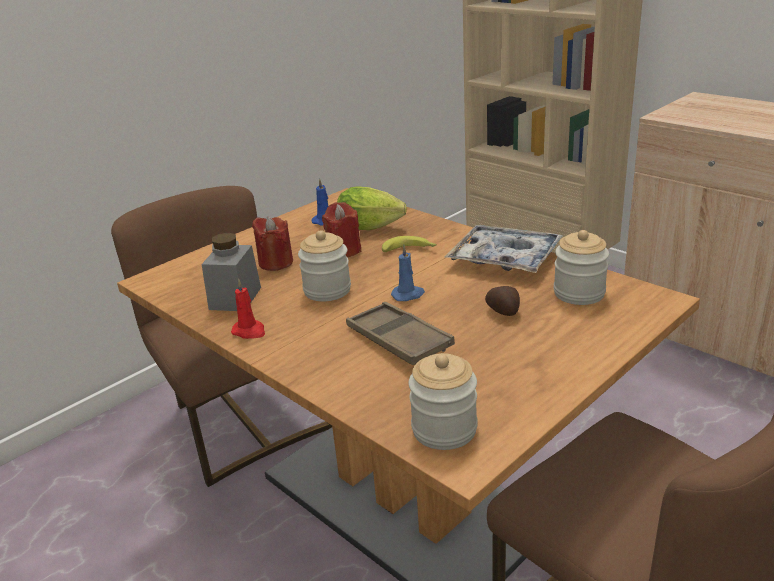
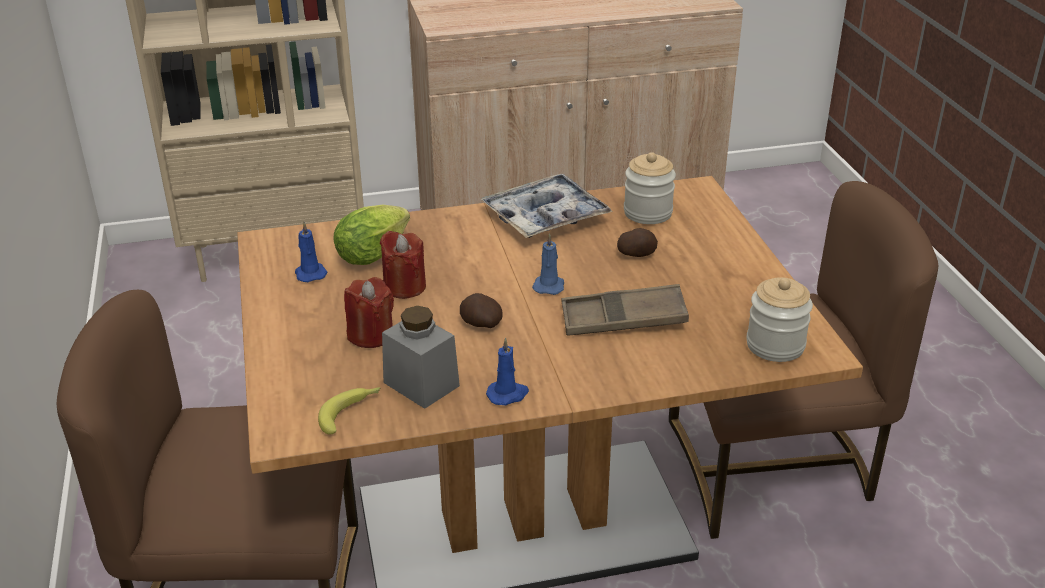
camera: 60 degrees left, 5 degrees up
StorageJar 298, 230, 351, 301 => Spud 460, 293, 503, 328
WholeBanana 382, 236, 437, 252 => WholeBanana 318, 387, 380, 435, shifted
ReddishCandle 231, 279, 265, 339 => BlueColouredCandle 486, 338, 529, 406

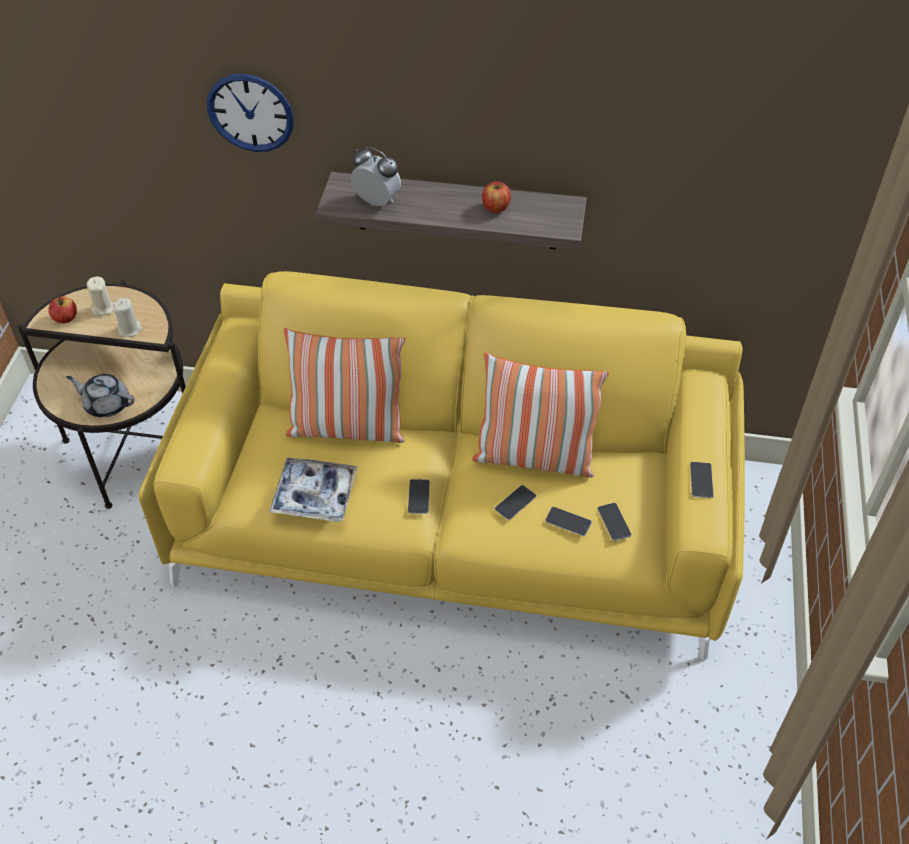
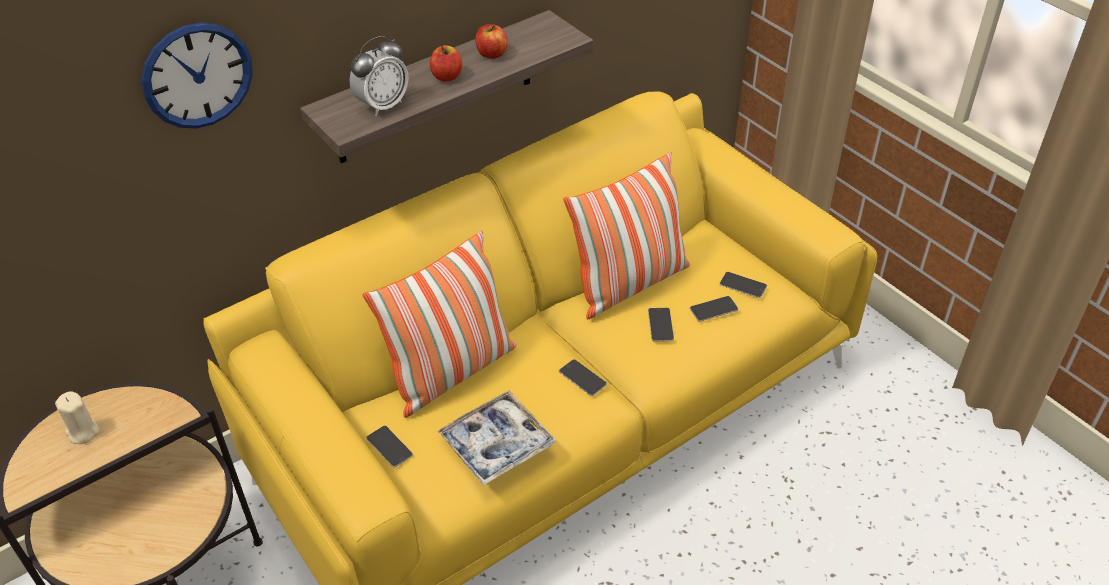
camera: 45 degrees left, 5 degrees down
AlarmClock 351, 146, 401, 206 => AlarmClock 349, 36, 409, 116, 150 degrees clockwise
AppleFruit 48, 296, 77, 324 => AppleFruit 430, 45, 462, 82, shifted
SandColouredCandle 113, 298, 142, 337 => nothing
GreyishTeapot 66, 374, 135, 418 => nothing
Phone 690, 462, 714, 498 => Phone 366, 426, 413, 467, shifted

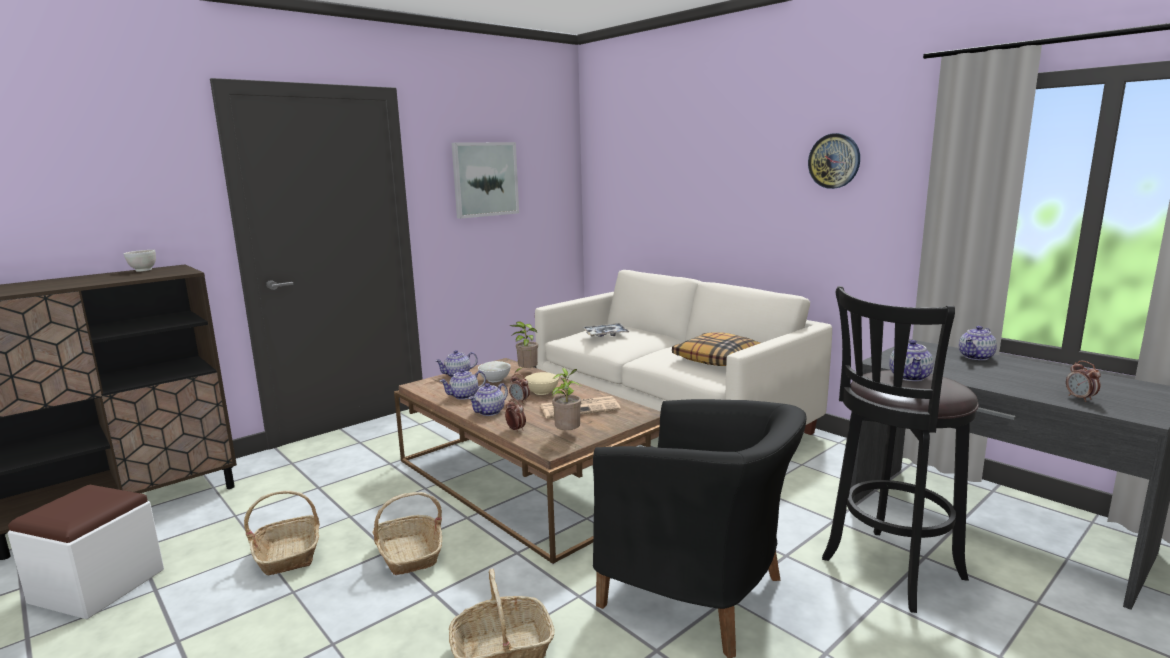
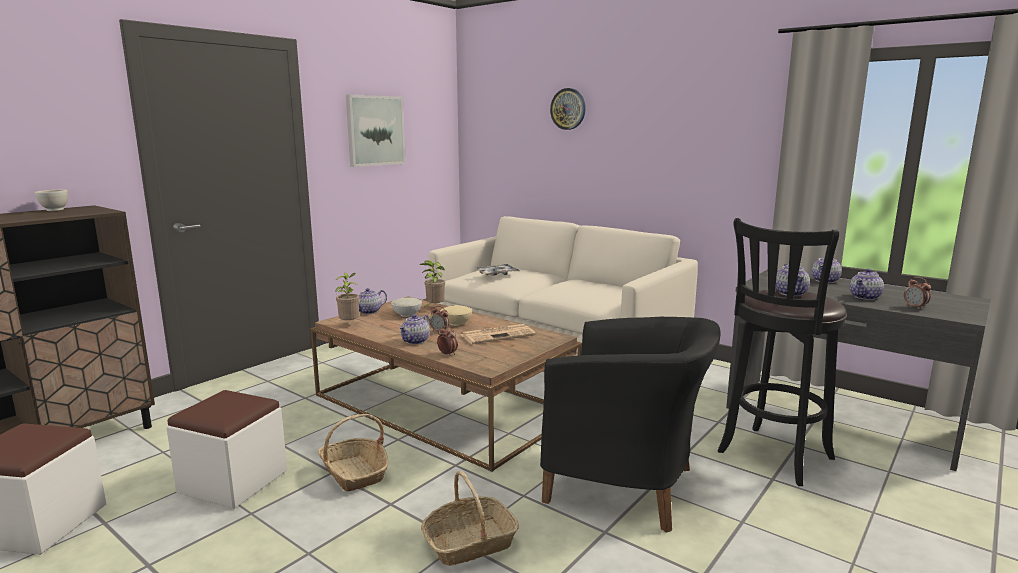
camera: 10 degrees left, 0 degrees up
ClockOnTheWall 808, 133, 860, 189 => ClockOnTheWall 550, 88, 586, 130, shifted
ThrowPillow 672, 332, 760, 366 => nothing
Houseplant 552, 368, 581, 430 => Houseplant 335, 273, 359, 321, shifted
Teapot 440, 369, 486, 400 => Teapot 850, 269, 884, 300, shifted
Basket 244, 491, 320, 576 => WhiteColouredPouffe 167, 390, 287, 509

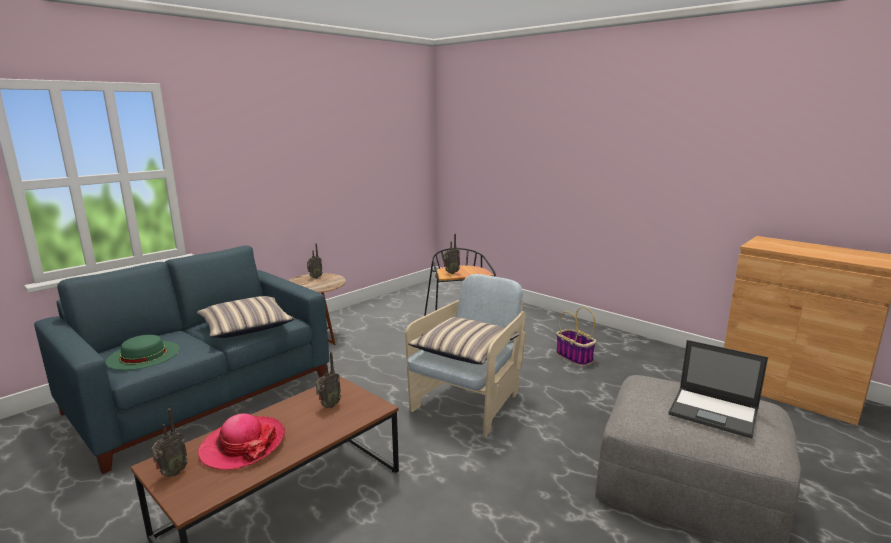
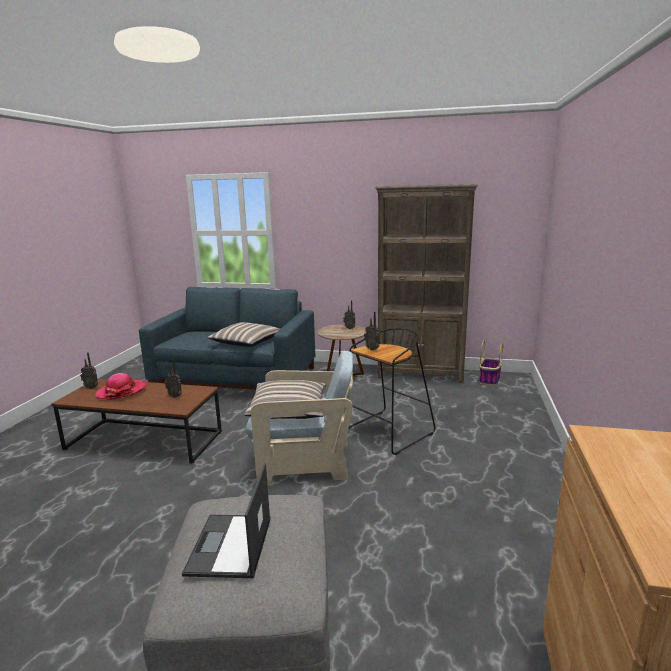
camera: 60 degrees right, 0 degrees up
Basket 556, 307, 596, 366 => Basket 479, 340, 503, 385, shifted
GreenClothingHat 106, 335, 180, 370 => nothing
nothing => BrownishBookcase 375, 184, 478, 383

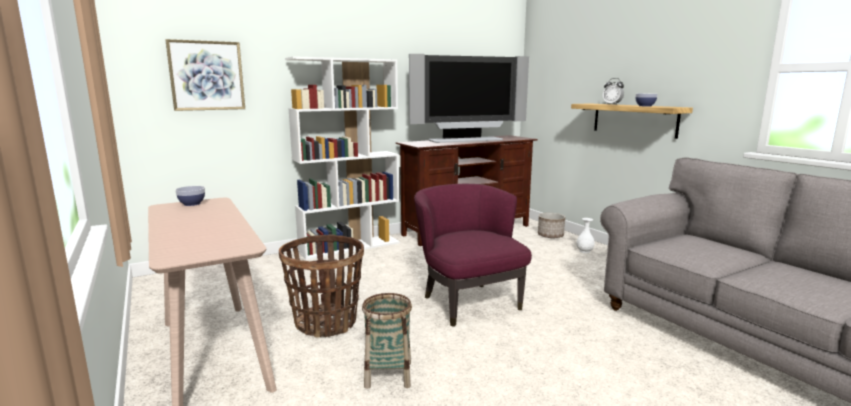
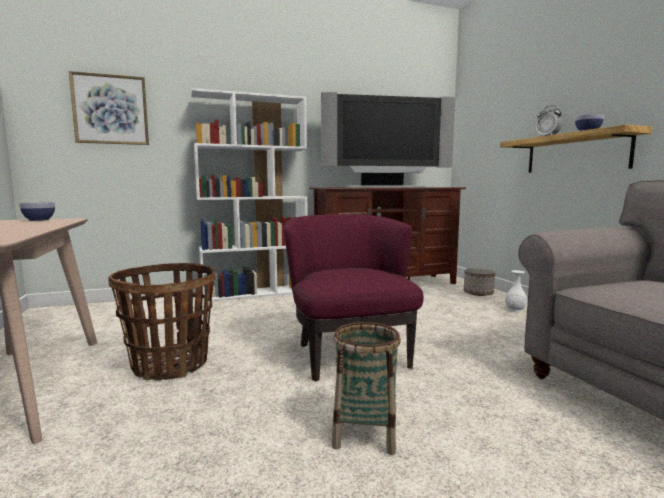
camera: 10 degrees right, 5 degrees down
Basket 362, 293, 412, 389 => Basket 332, 322, 401, 455, shifted

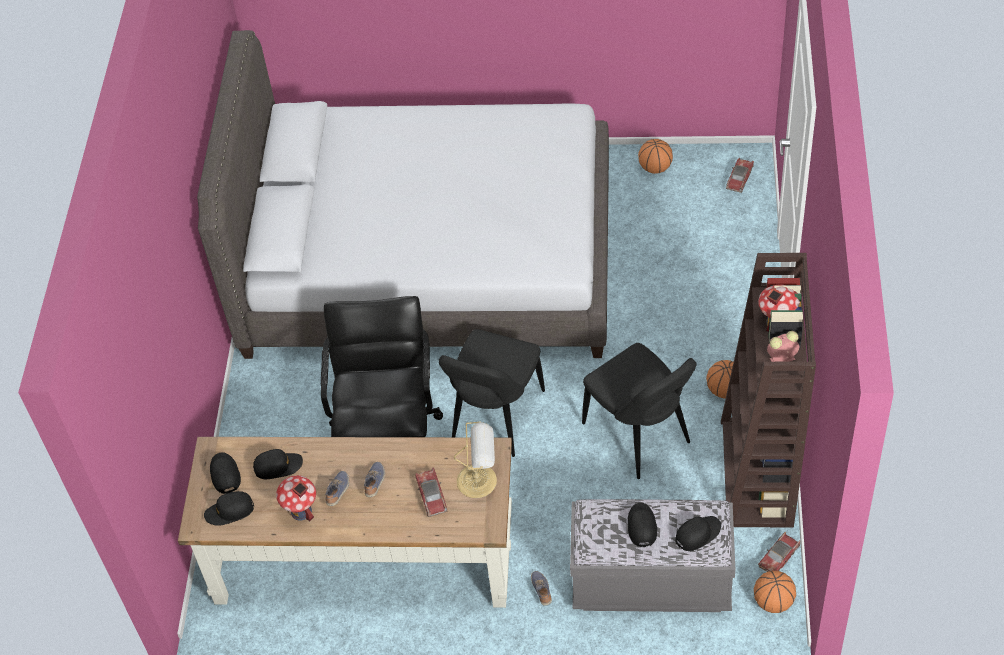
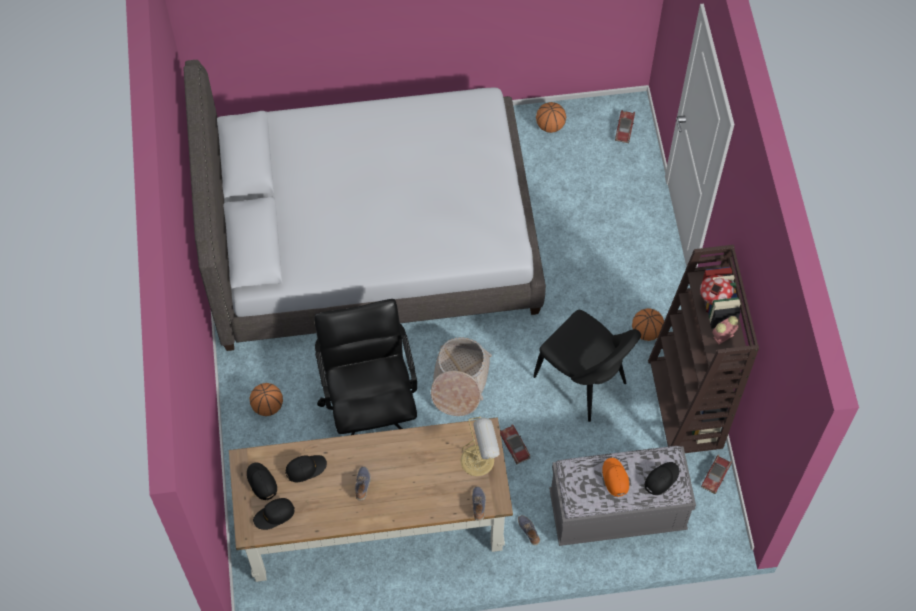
camera: 15 degrees left, 10 degrees up
BlackUprightChair 439, 329, 545, 457 => Basket 431, 337, 492, 416
Shoe 364, 462, 385, 497 => Shoe 472, 486, 486, 521, shifted
ToyCar 415, 468, 447, 517 => ToyCar 500, 424, 531, 464, shifted
ToyHouse 276, 475, 316, 521 => nothing
BlackPeakedCap 628, 503, 657, 548 => OrangeColouredPeakedCap 602, 458, 629, 497
BasketballBall 754, 571, 796, 613 => BasketballBall 250, 383, 283, 416, shifted

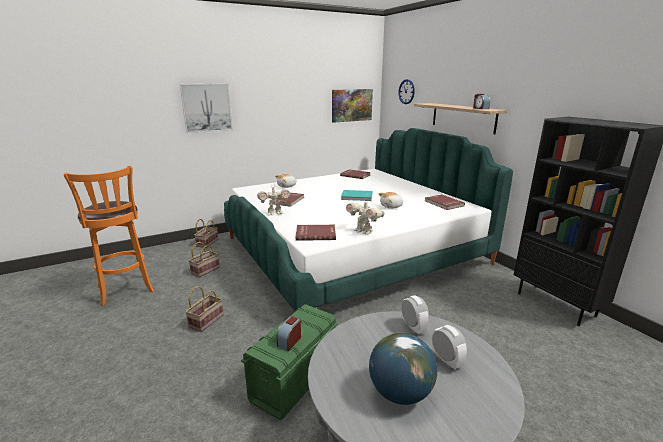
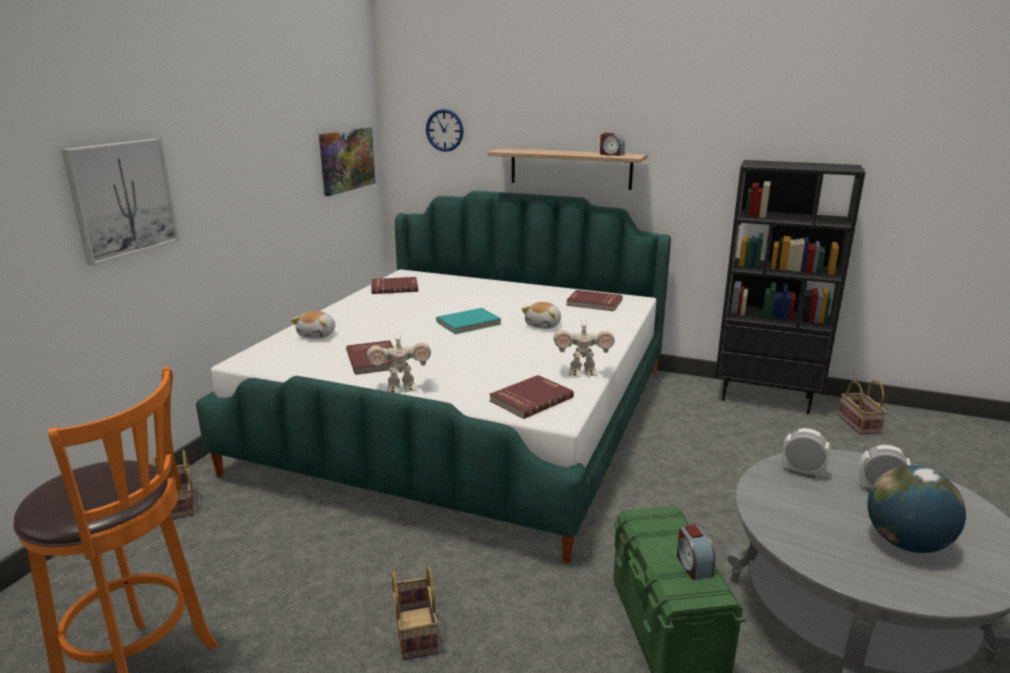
camera: 40 degrees left, 0 degrees up
ModelRobot 257, 186, 290, 216 => ModelRobot 367, 332, 431, 393, 45 degrees clockwise
Basket 188, 242, 220, 277 => Basket 838, 380, 887, 435, shifted

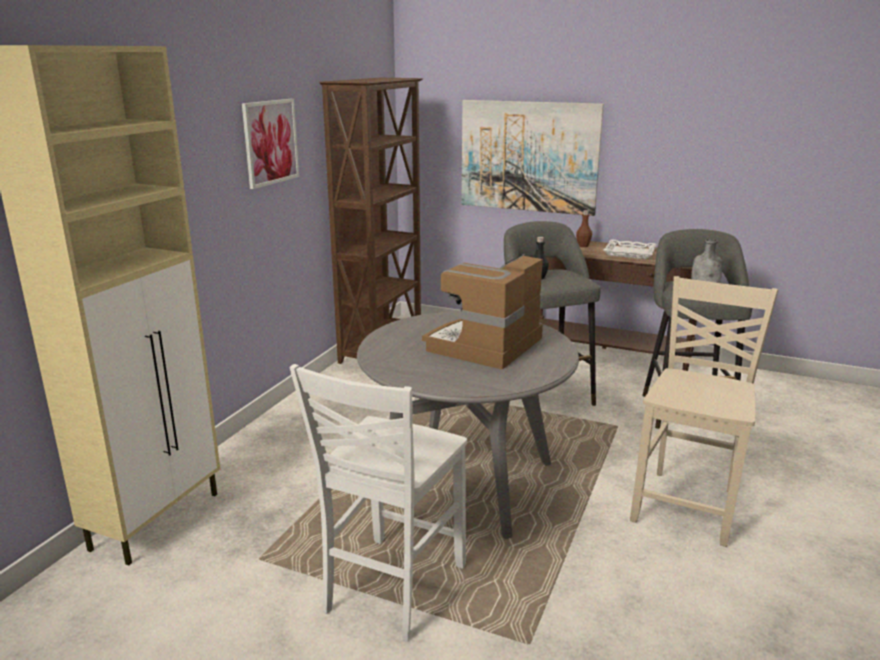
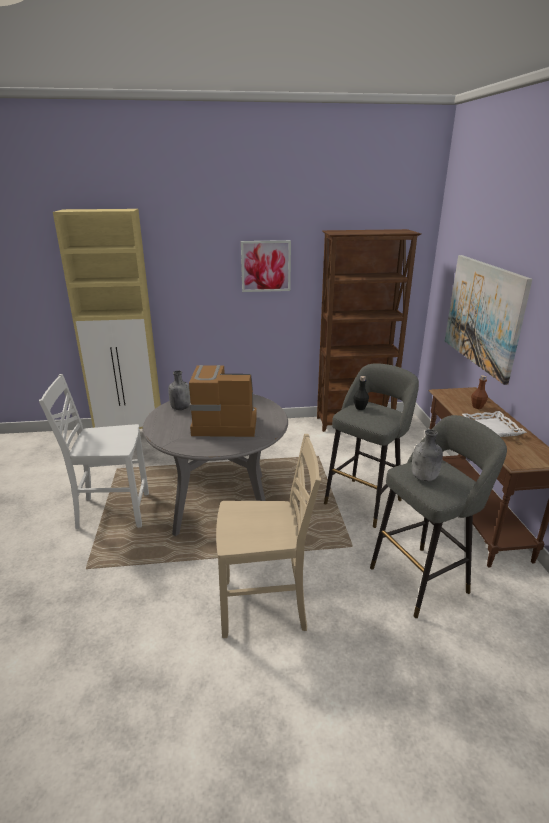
camera: 60 degrees right, 5 degrees up
nothing => GreyishDrinkBottle 168, 370, 190, 410

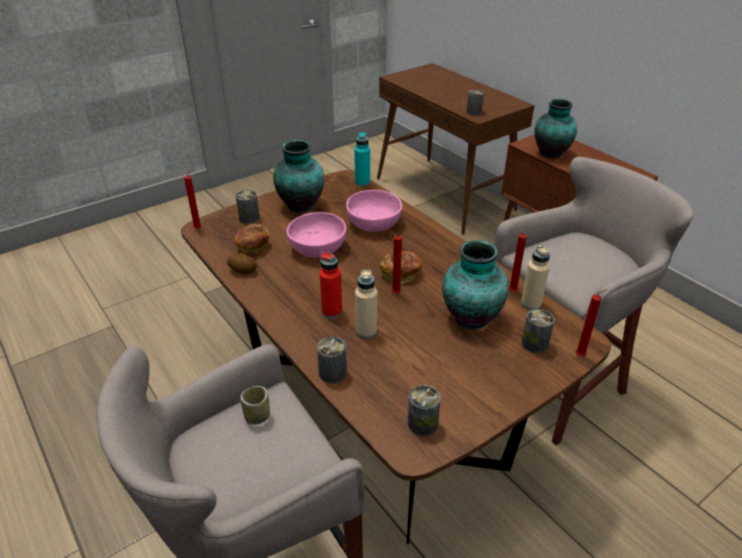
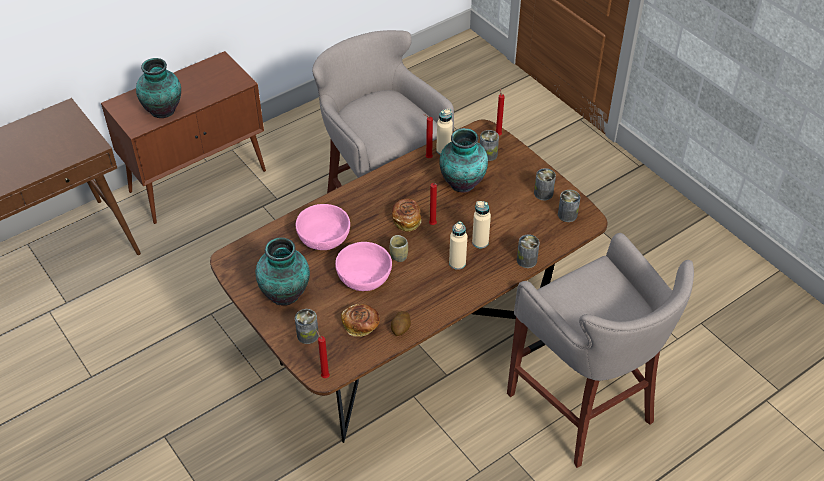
camera: 90 degrees left, 10 degrees up
MetalCan 467, 90, 484, 115 => MetalCan 534, 168, 556, 200, shifted
TurquoiseDrinkBottle 354, 132, 370, 186 => nothing
ReddishDrinkBottle 320, 252, 342, 318 => SandColouredDrinkBottle 449, 221, 467, 270
Cup 240, 386, 270, 425 => Cup 390, 235, 408, 262, shifted

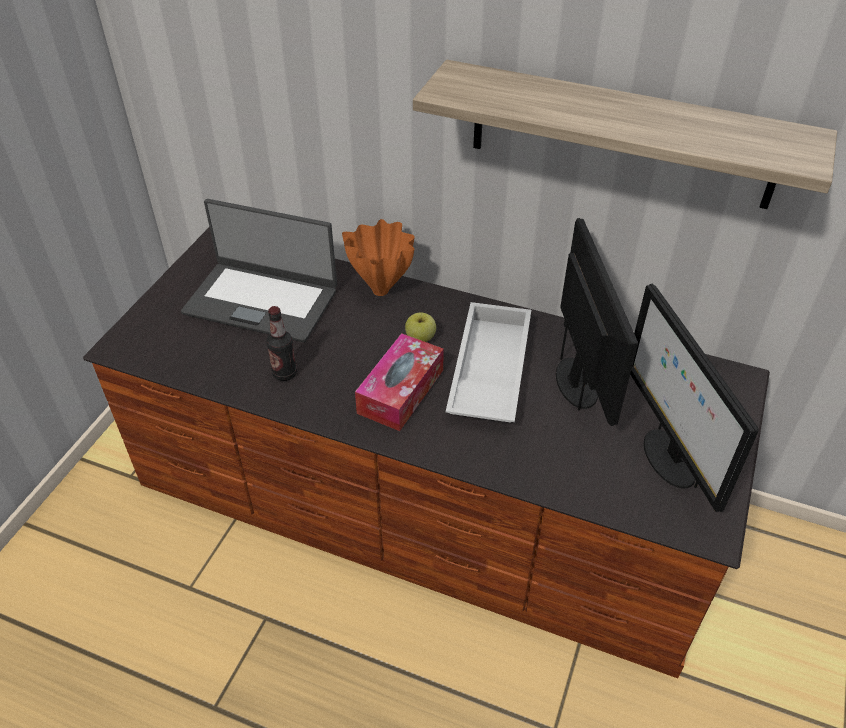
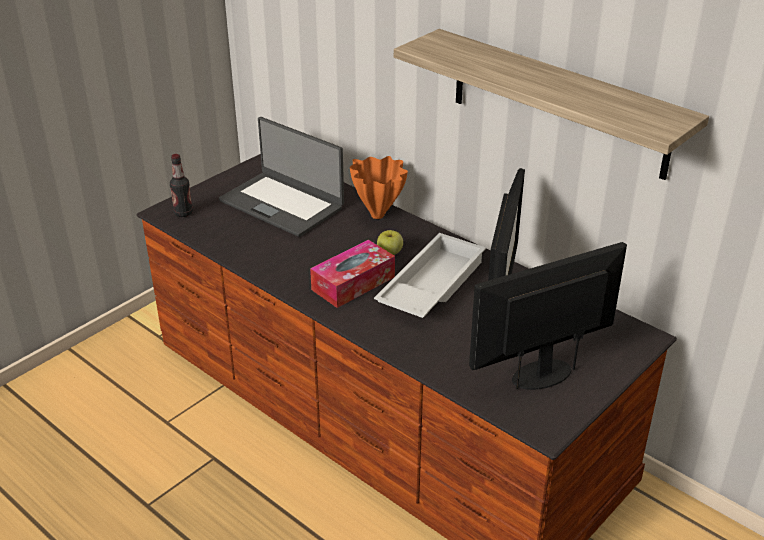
camera: 20 degrees right, 10 degrees down
ComputerDisplay 630, 284, 758, 512 => ComputerDisplay 469, 242, 627, 390, 60 degrees clockwise
DrinkBottle 266, 306, 297, 381 => DrinkBottle 170, 154, 193, 217, shifted

